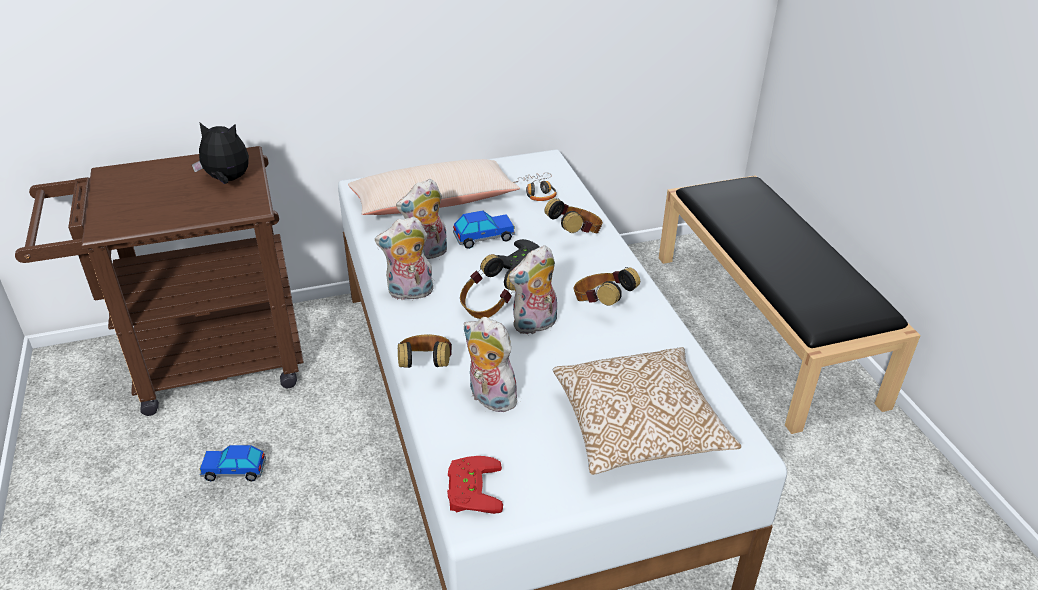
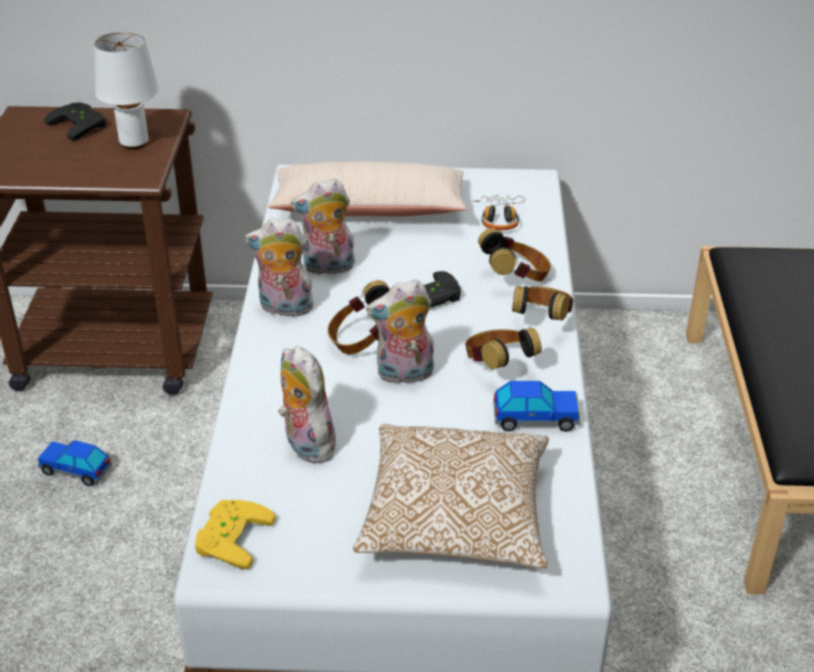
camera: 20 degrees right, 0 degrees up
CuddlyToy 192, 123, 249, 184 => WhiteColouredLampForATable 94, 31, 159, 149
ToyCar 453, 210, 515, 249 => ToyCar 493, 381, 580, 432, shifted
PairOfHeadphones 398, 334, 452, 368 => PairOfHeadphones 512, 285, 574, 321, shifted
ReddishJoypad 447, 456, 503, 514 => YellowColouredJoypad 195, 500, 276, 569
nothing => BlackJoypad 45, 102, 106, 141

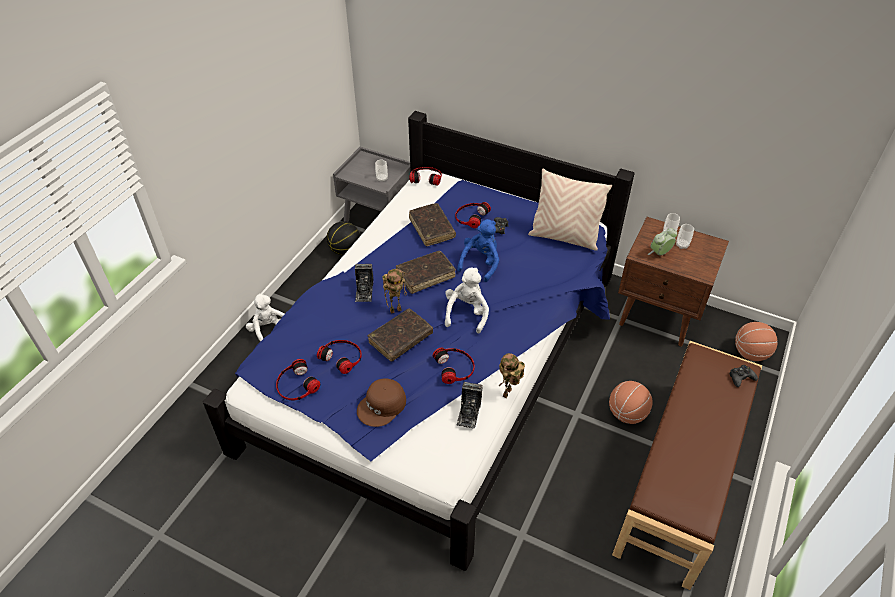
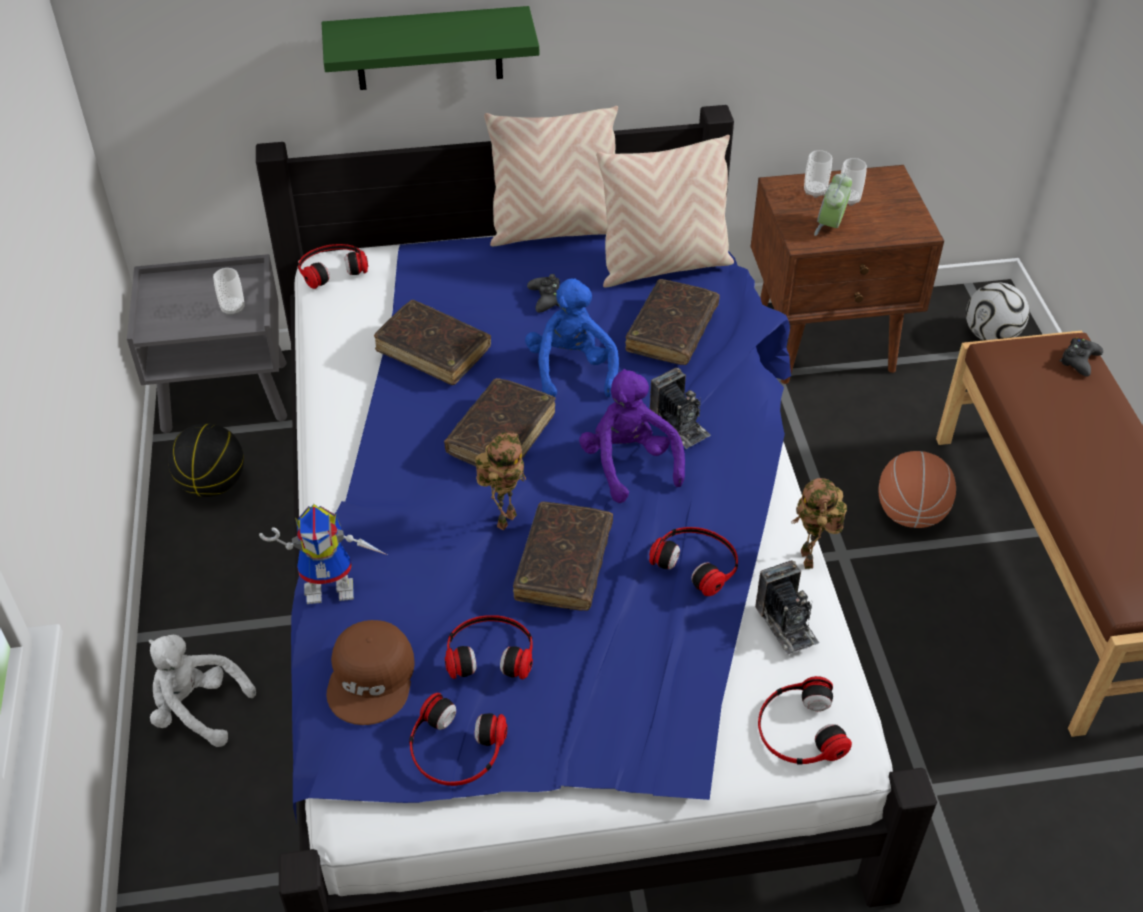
camera: 35 degrees left, 0 degrees up
PairOfHeadphones 455, 202, 491, 228 => PairOfHeadphones 758, 676, 852, 765, shifted
StillCamera 355, 264, 373, 302 => StillCamera 650, 368, 711, 449, shifted
WhiteColouredCuddlyToy 445, 268, 489, 334 => PurplishCuddlyToy 579, 369, 685, 503
BasketballBall 735, 322, 777, 361 => FootballBall 966, 282, 1029, 341
BrownishPeakedCap 357, 378, 406, 427 => BrownishPeakedCap 326, 620, 415, 725, shifted
nothing => GreenWallShelf 321, 6, 539, 90
nothing => SandColouredThrowPillow 484, 106, 618, 246
nothing => BrownishBook 625, 279, 720, 365
nothing => ModelRobot 259, 504, 387, 604

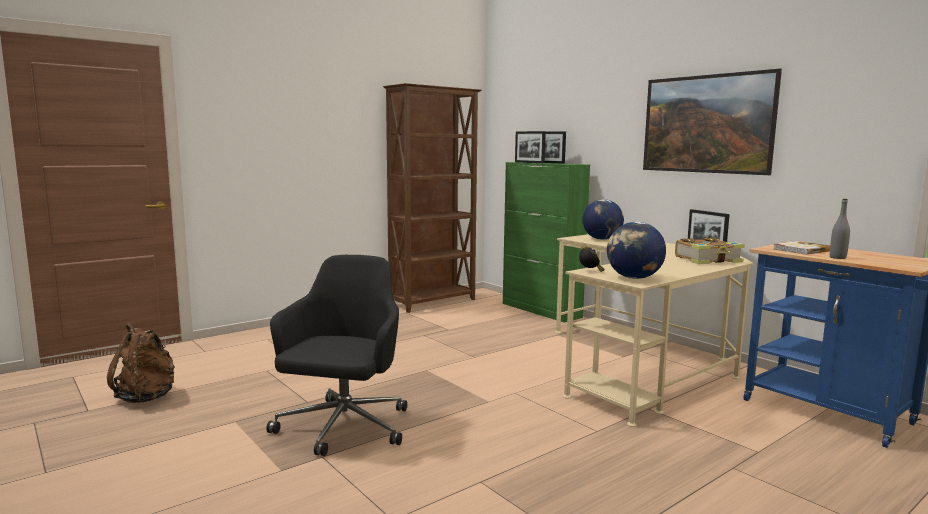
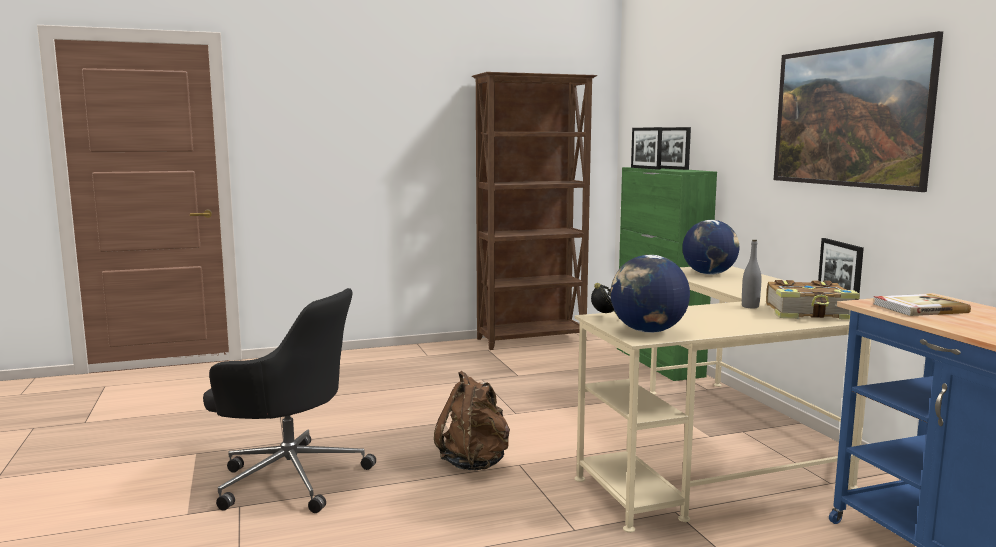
camera: 20 degrees right, 0 degrees up
GreyishDrinkBottle 830, 199, 850, 259 => GreyishDrinkBottle 742, 240, 762, 308, shifted
BlackDeskChair 266, 255, 407, 456 => BlackDeskChair 203, 288, 376, 513, 75 degrees clockwise
BrownishBackpack 107, 323, 175, 403 => BrownishBackpack 434, 371, 510, 470, shifted

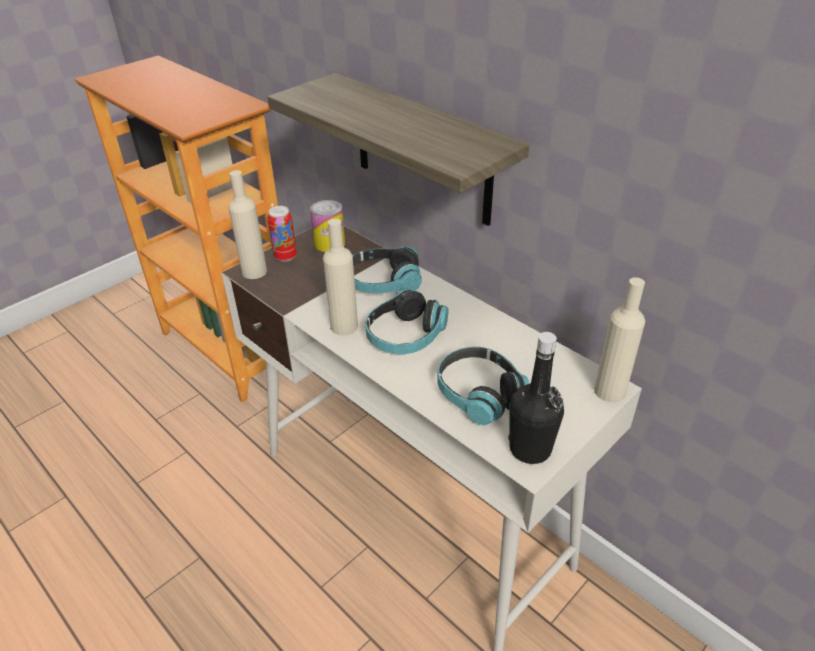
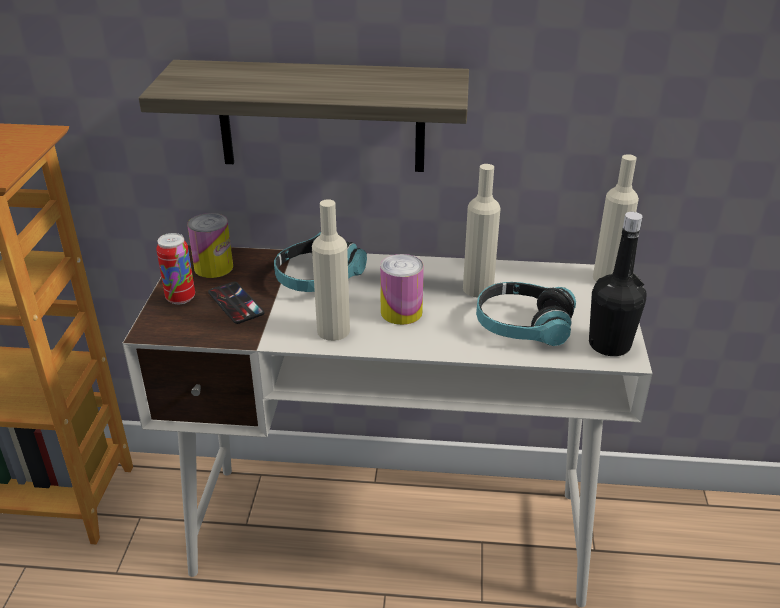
camera: 40 degrees left, 5 degrees down
SandColouredDrinkBottle 228, 170, 267, 279 => SandColouredDrinkBottle 463, 164, 501, 298, shifted
PairOfHeadphones 365, 288, 448, 354 => MetalCan 380, 254, 424, 325
nothing => Phone 208, 282, 265, 324

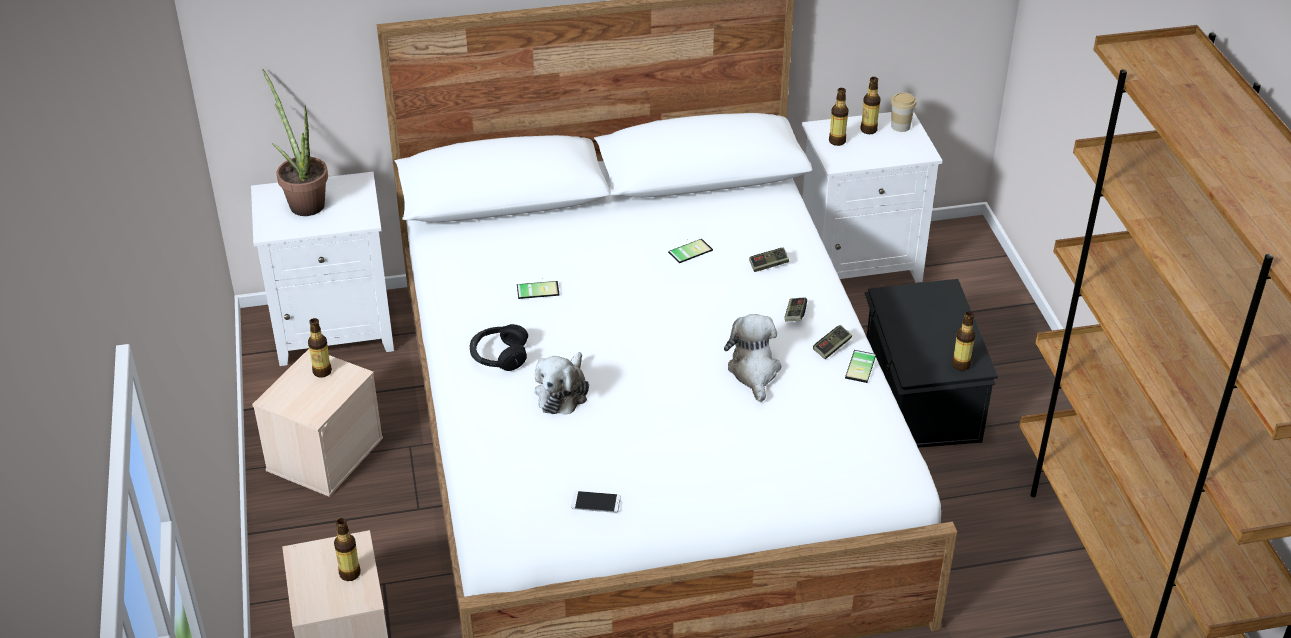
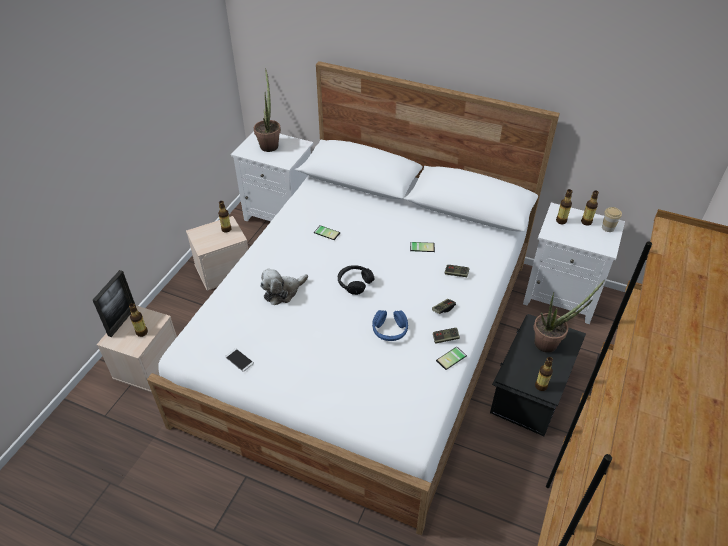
camera: 35 degrees right, 5 degrees up
CuddlyToy 724, 314, 781, 402 => BlueColouredPairOfHeadphones 372, 310, 408, 341
BlackPairOfHeadphones 470, 324, 528, 371 => BlackPairOfHeadphones 338, 265, 375, 295, shifted
nothing => PhotoFrame 93, 270, 136, 337
nothing => Houseplant 534, 280, 605, 353

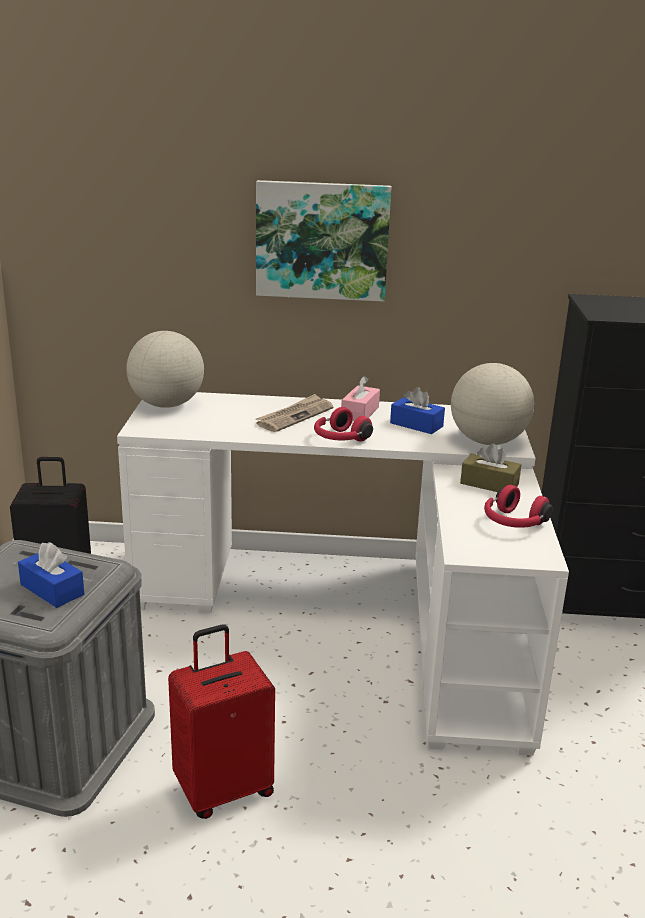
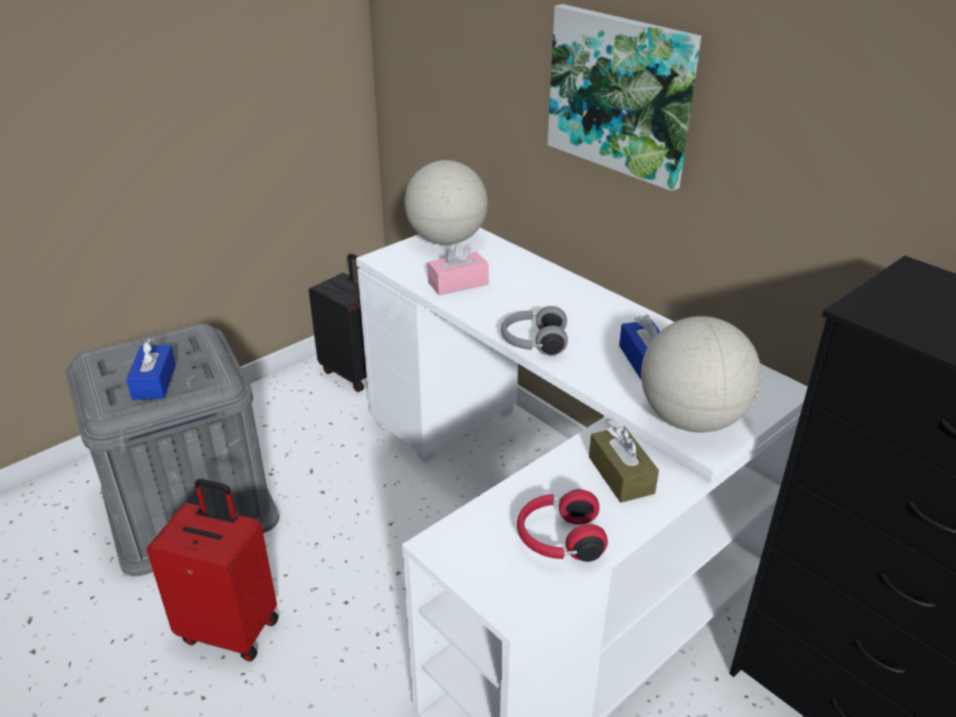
camera: 45 degrees right, 10 degrees up
PinkColouredBoxOfTissues 341, 376, 380, 421 => PinkColouredBoxOfTissues 427, 243, 489, 295, shifted
Newspaper 255, 394, 334, 432 => nothing
ReddishPairOfHeadphones 314, 407, 373, 441 => GreyishPairOfHeadphones 501, 306, 568, 356

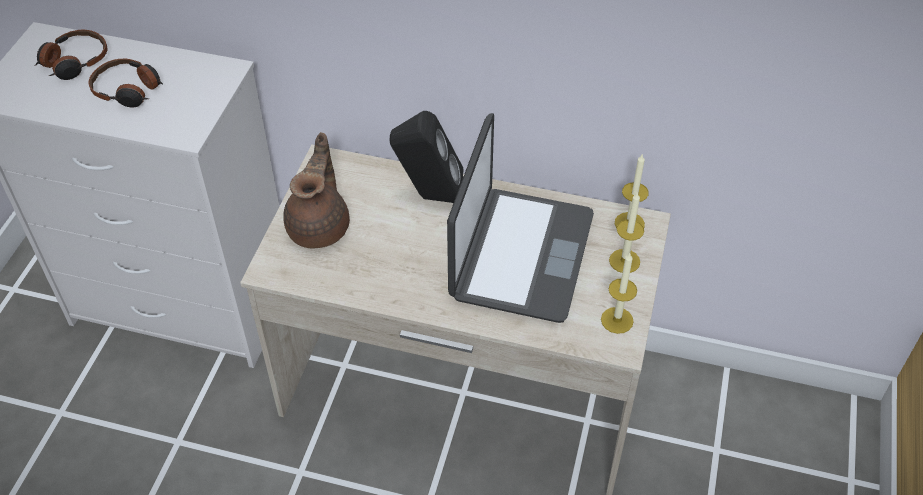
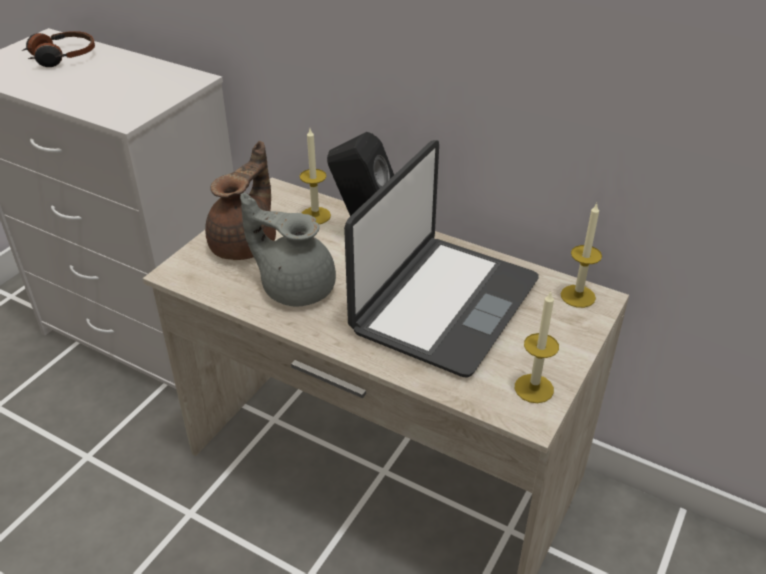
camera: 15 degrees right, 10 degrees down
PairOfHeadphones 88, 58, 163, 108 => nothing
Candle 609, 192, 644, 273 => Candle 300, 129, 331, 224, shifted
nothing => GreyishTeapot 240, 193, 336, 306

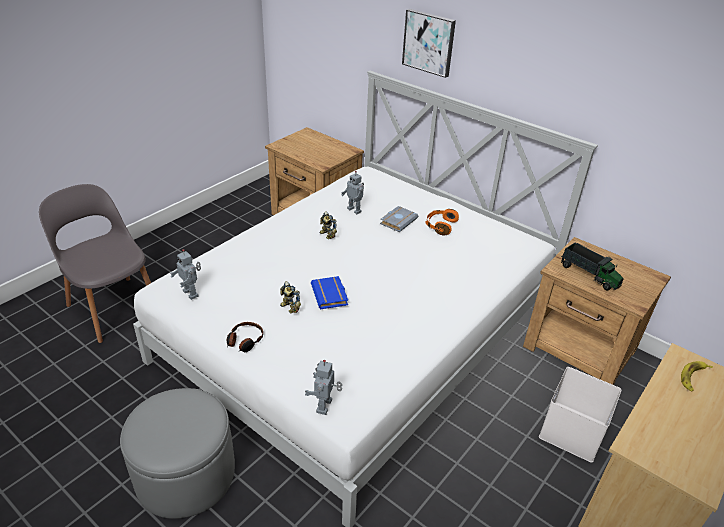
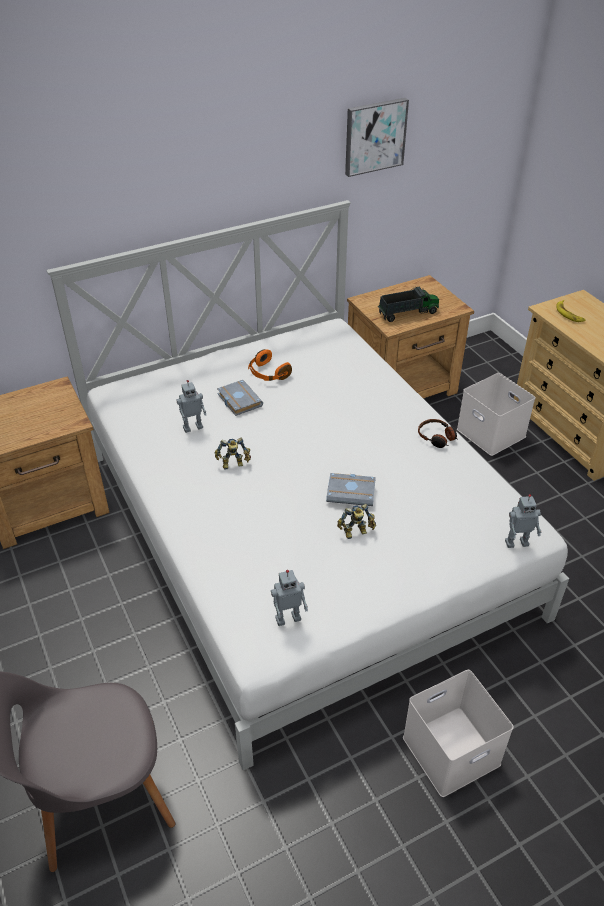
camera: 65 degrees left, 5 degrees up
Picture 402, 9, 456, 78 => Picture 345, 98, 409, 177, shifted
BlueColouredBook 311, 276, 348, 309 => GreyishBook 326, 473, 376, 506
PairOfHeadphones 227, 322, 263, 352 => PairOfHeadphones 418, 419, 458, 448, shifted
ModelRobot 305, 360, 342, 415 => ModelRobot 505, 494, 542, 548, 45 degrees counterclockwise
GreyishPouffe 120, 388, 235, 519 => WhiteColouredStorageBox 403, 670, 514, 797

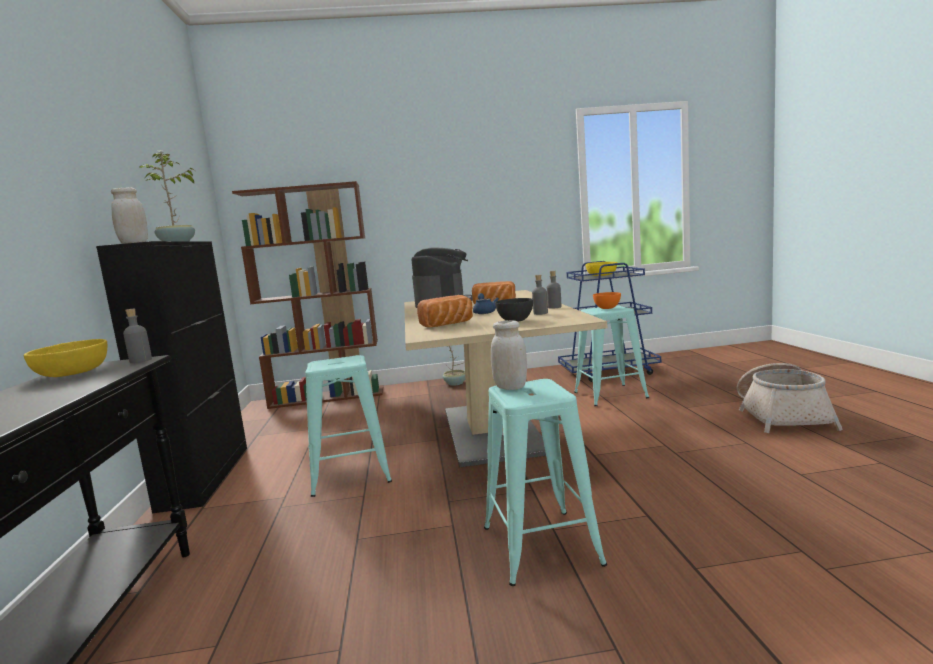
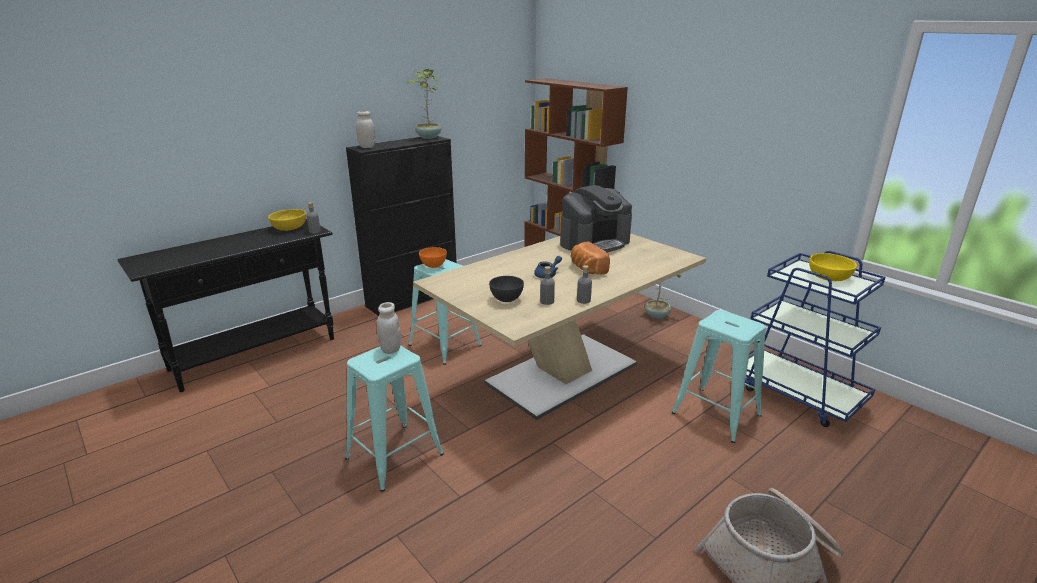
camera: 55 degrees right, 15 degrees up
OrangeColouredServingBowl 593, 292, 621, 309 => OrangeColouredServingBowl 419, 247, 447, 268, shifted
BakeryBread 417, 295, 473, 327 => nothing

